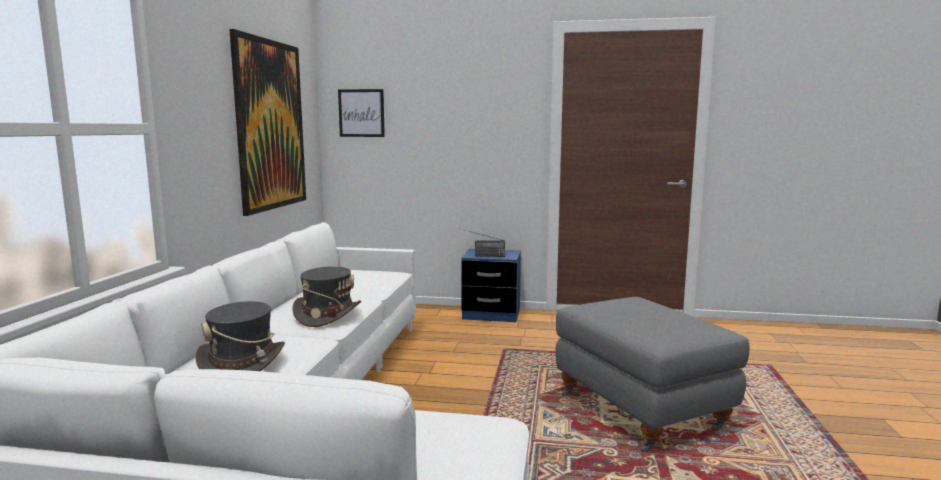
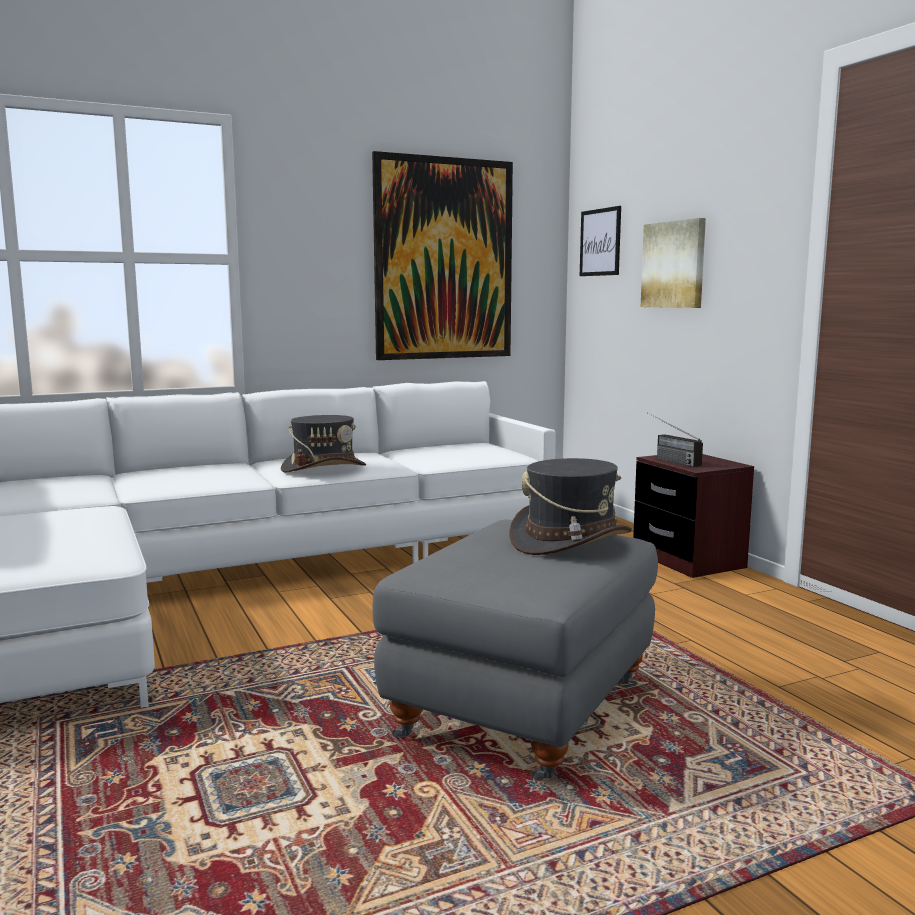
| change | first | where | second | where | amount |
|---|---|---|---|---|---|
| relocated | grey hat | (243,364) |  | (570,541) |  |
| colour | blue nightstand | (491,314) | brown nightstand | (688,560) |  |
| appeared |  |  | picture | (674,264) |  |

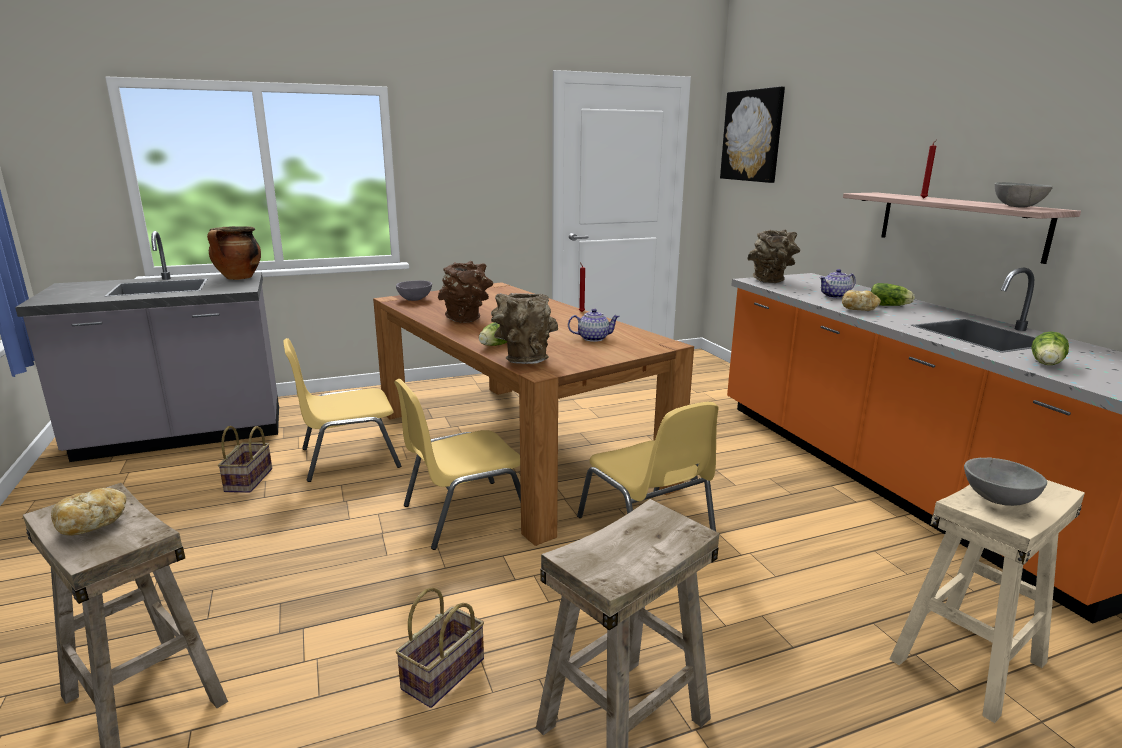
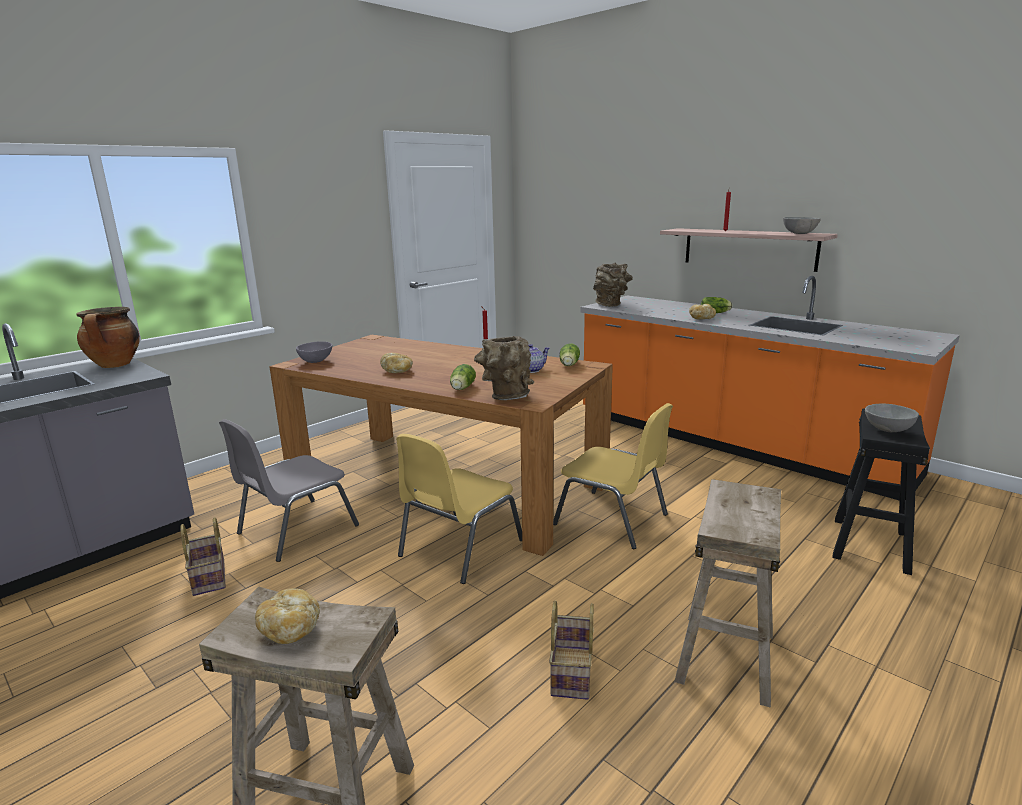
| change | first | where | second | where | amount |
|---|---|---|---|---|---|
| colour | yellow chair | (348,458) | grey chair | (295,530) |  |
| exchanged | brown vase | (467,319) | bread | (397,371) |  |
| relocated | lettuce | (1046,364) |  | (569,365) |  |
| colour | beige stool | (969,661) | black stool | (871,544) |  |
| missing | picture | (752,136) |  |  |  |
| missing | teapot | (835,296) |  |  |  |

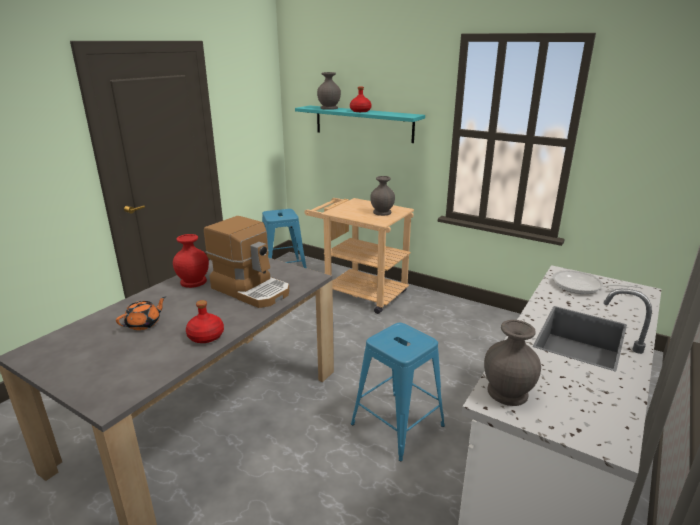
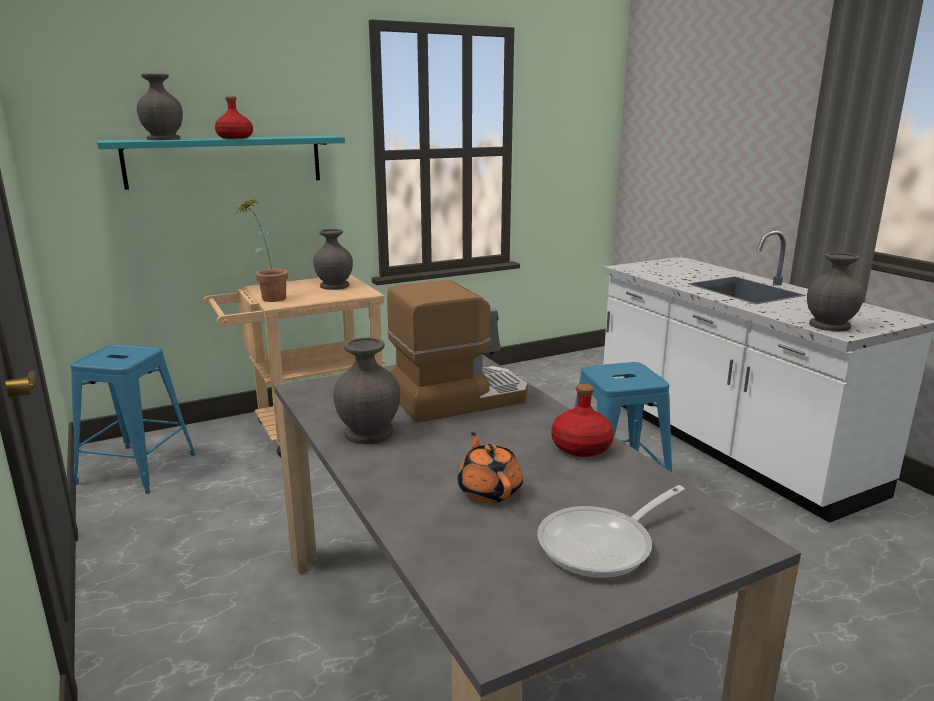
| change | first | where | second | where | amount |
|---|---|---|---|---|---|
| appeared |  |  | potted plant | (268,297) |  |
| colour | red vase | (193,282) | grey vase | (368,433) |  |
| relocated | frying pan | (582,286) |  | (603,545) |  |

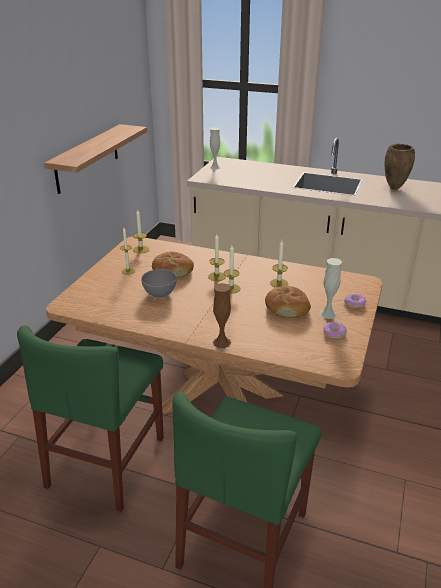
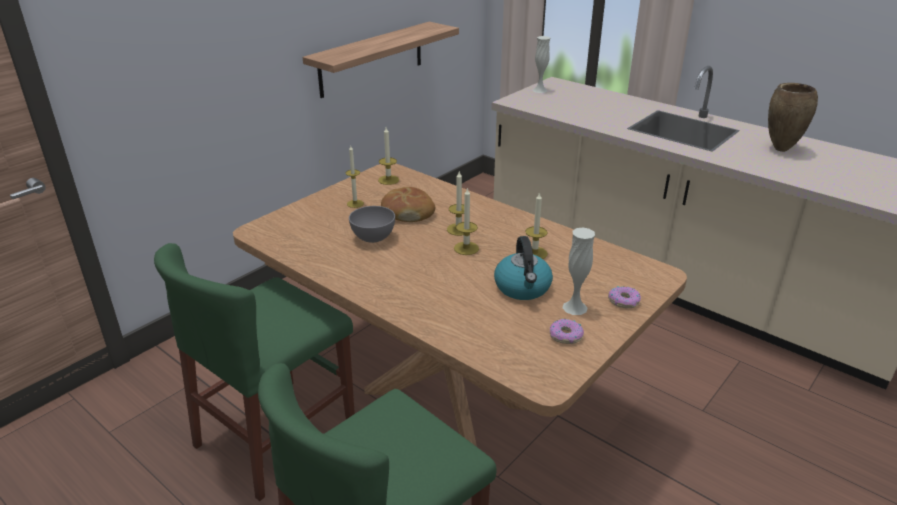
| change | first | where | second | where | amount |
|---|---|---|---|---|---|
| exchanged | bread | (287,308) | kettle | (523,288) |  |
| missing | brown vase | (221,342) |  |  |  |

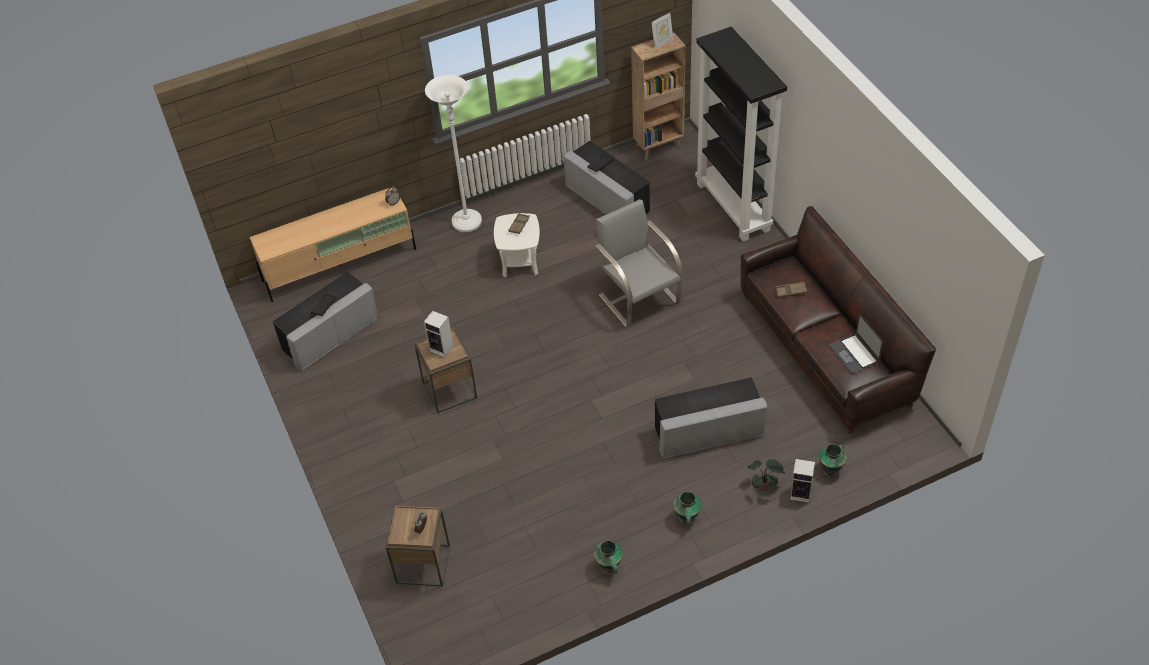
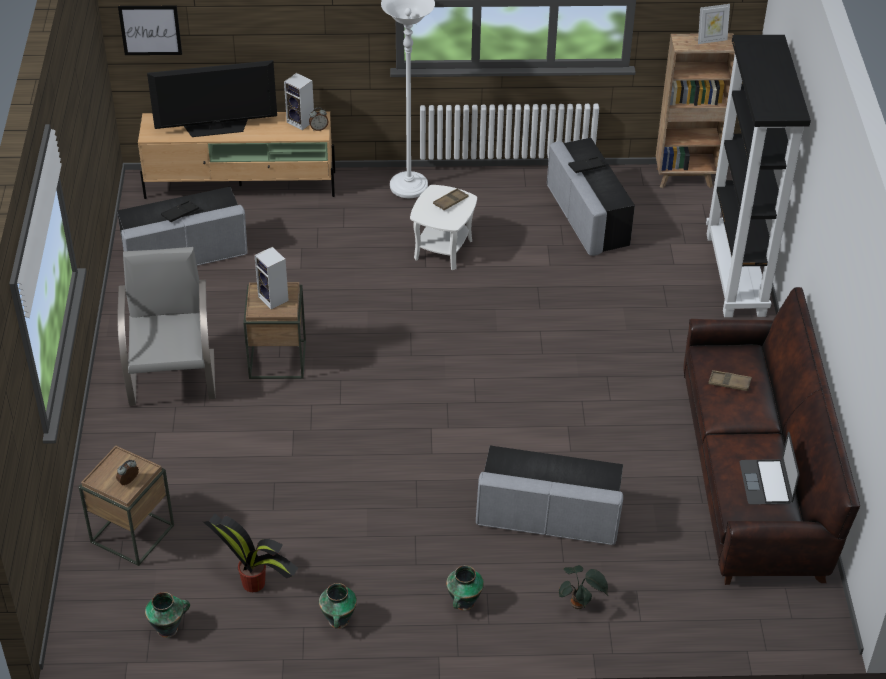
| change | first | where | second | where | amount |
|---|---|---|---|---|---|
| relocated | grey armchair | (638,298) |  | (172,376) |  |
| appeared |  |  | picture | (150,30) |  |
| relocated | vase | (831,469) |  | (168,628) |  |
| appeared |  |  | television | (216,128) |  |
| appeared |  |  | potted plant | (254,584) |  |
| relocated | speaker | (801,493) |  | (301,122) |  |

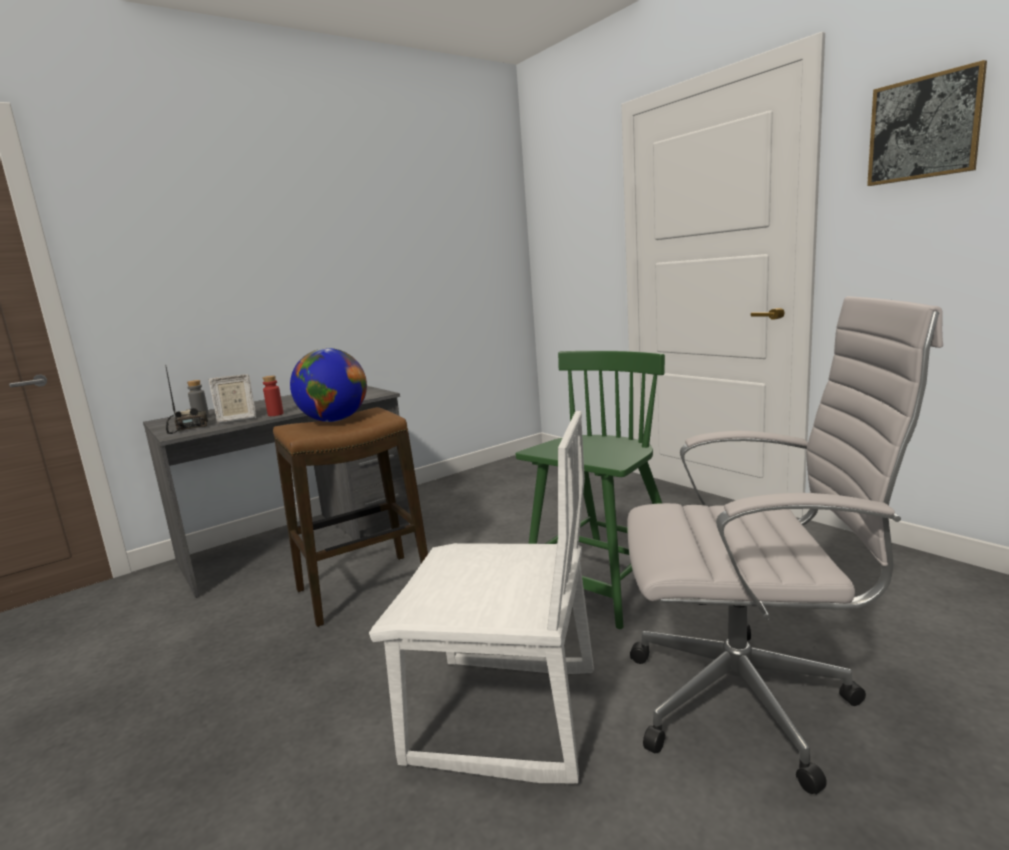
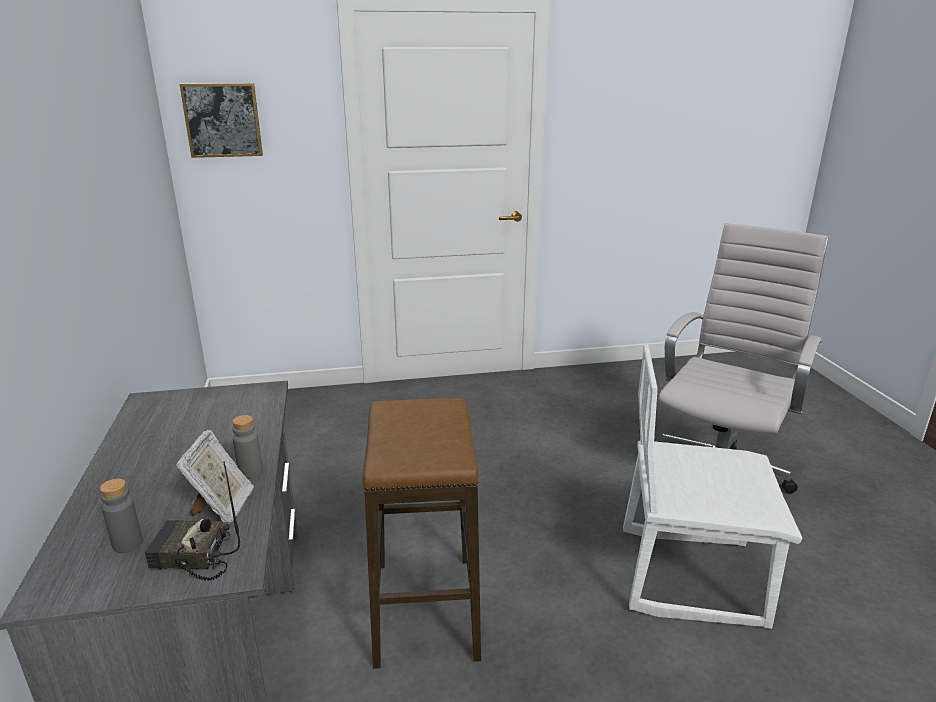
| change | first | where | second | where | amount |
|---|---|---|---|---|---|
| relocated | picture | (923,128) |  | (222,120) |  |
| colour | red bottle | (275,414) | grey bottle | (250,472) |  |
| spun | white chair | (503,717) |  | (690,574) | 120 degrees counterclockwise |
| missing | globe | (334,420) |  |  |  |
| missing | green chair | (604,582) |  |  |  |

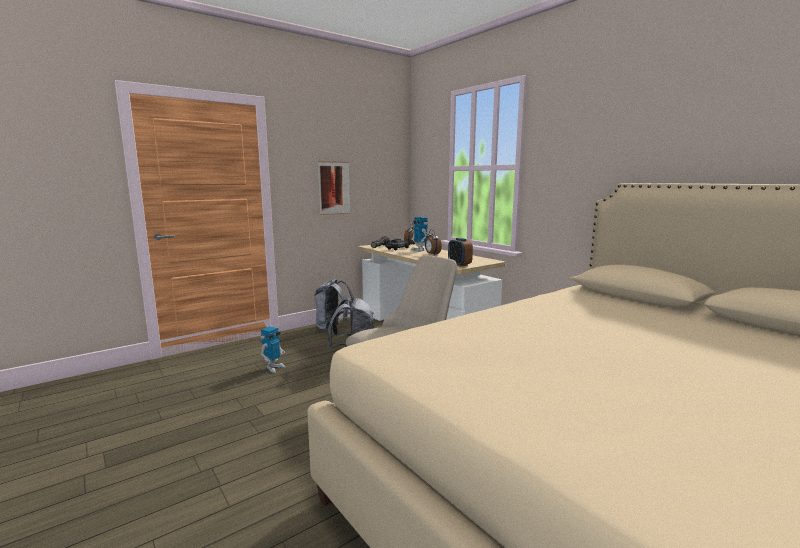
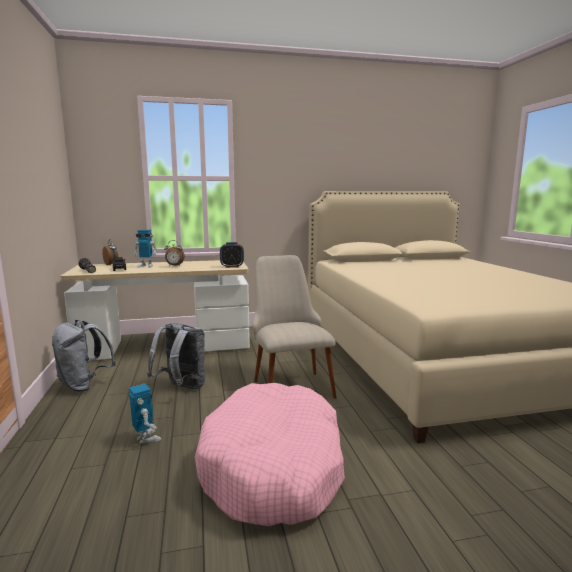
| change | first | where | second | where | amount |
|---|---|---|---|---|---|
| appeared |  |  | pink dog bed | (273,467) |  |
| missing | picture | (334,188) |  |  |  |

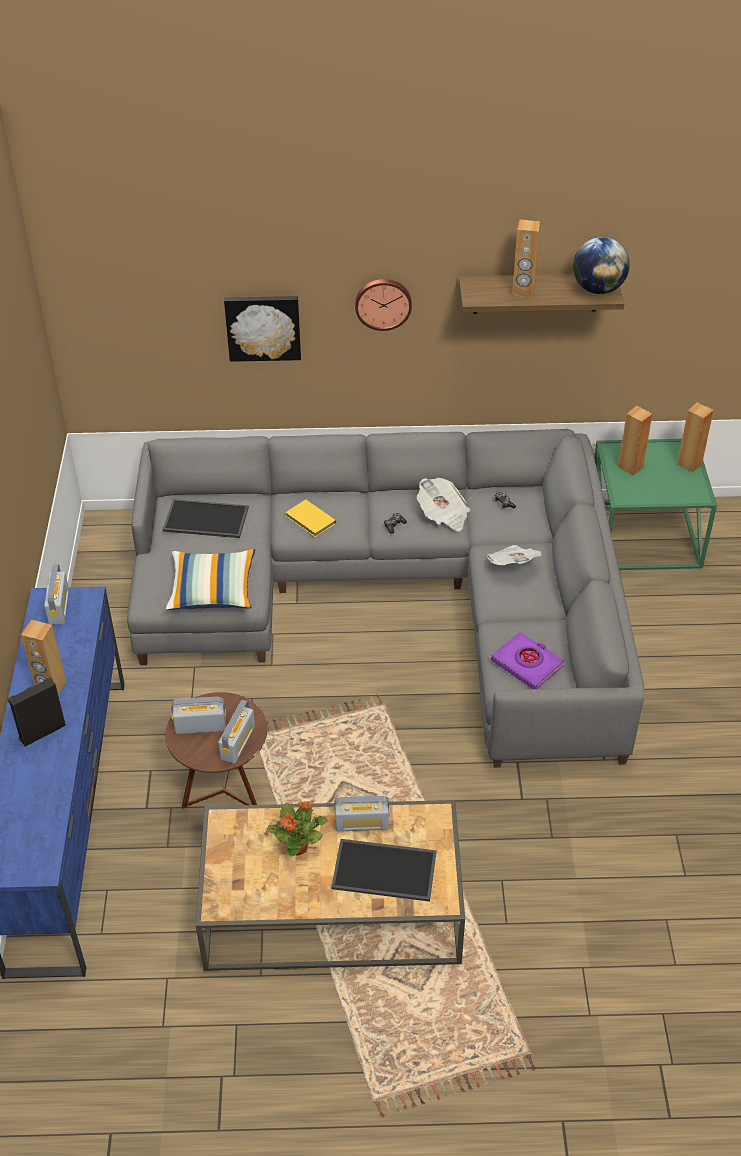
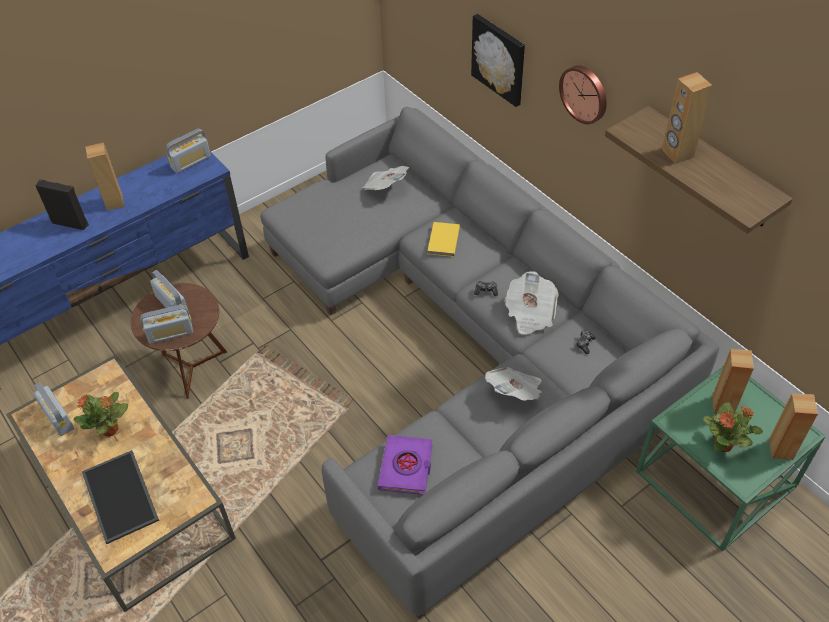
| change | first | where | second | where | amount |
|---|---|---|---|---|---|
| relocated | radio | (362,824) |  | (58,418) |  |
| exchanged | tray | (204,520) | newspaper | (385,187) |  |
| appeared |  |  | potted plant | (723,444) |  |
| missing | pillow | (212,590) |  |  |  |
| missing | globe | (598,289) |  |  |  |

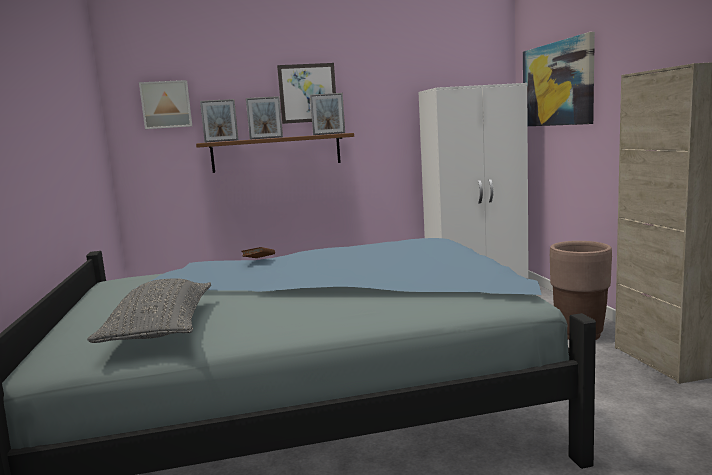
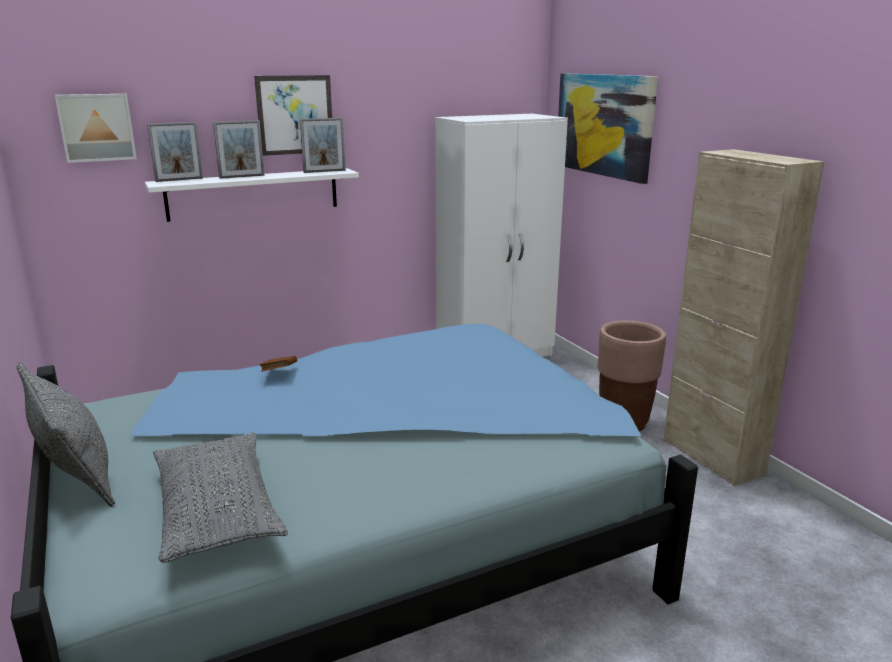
| change | first | where | second | where | amount |
|---|---|---|---|---|---|
| appeared |  |  | grey pillow | (74,471) |  |
| colour | brown shelf | (276,152) | white shelf | (253,194) |  |

